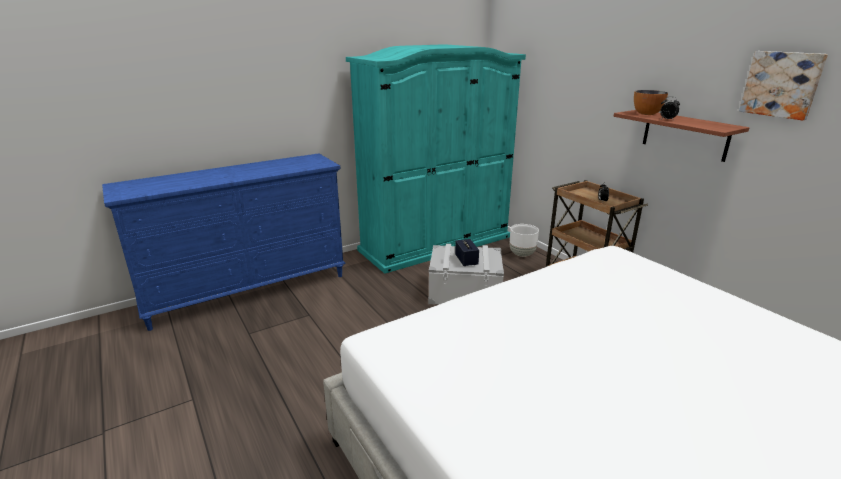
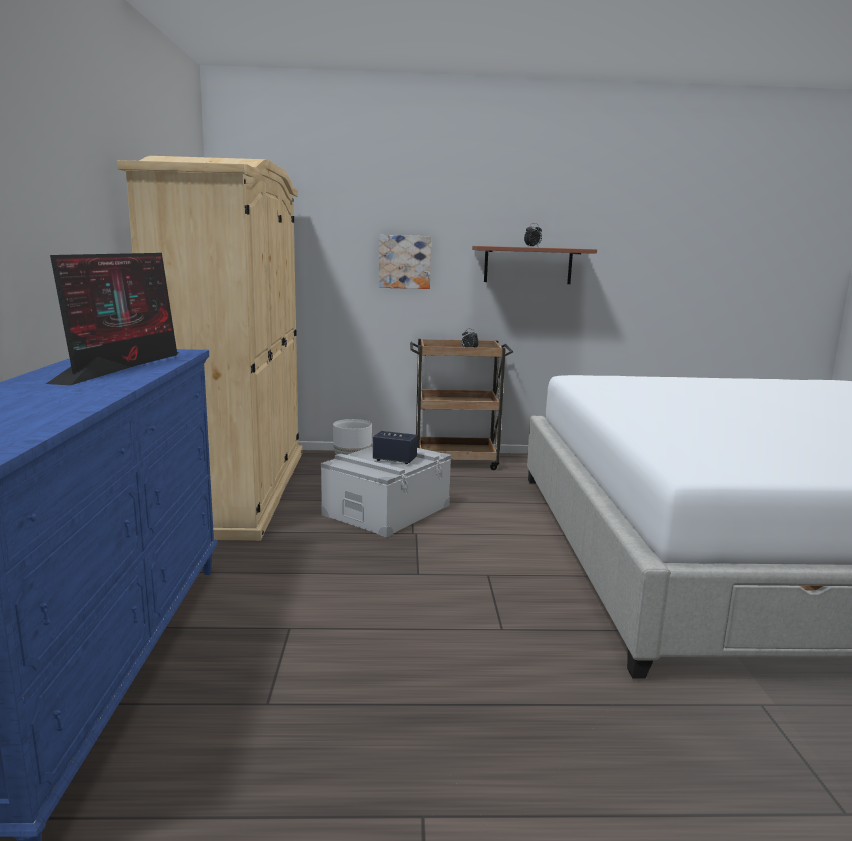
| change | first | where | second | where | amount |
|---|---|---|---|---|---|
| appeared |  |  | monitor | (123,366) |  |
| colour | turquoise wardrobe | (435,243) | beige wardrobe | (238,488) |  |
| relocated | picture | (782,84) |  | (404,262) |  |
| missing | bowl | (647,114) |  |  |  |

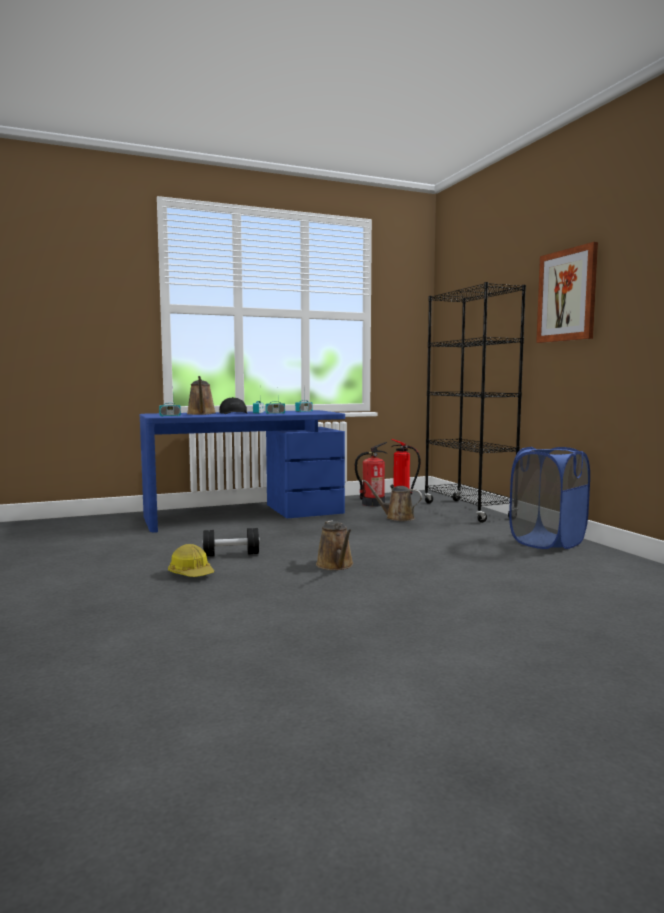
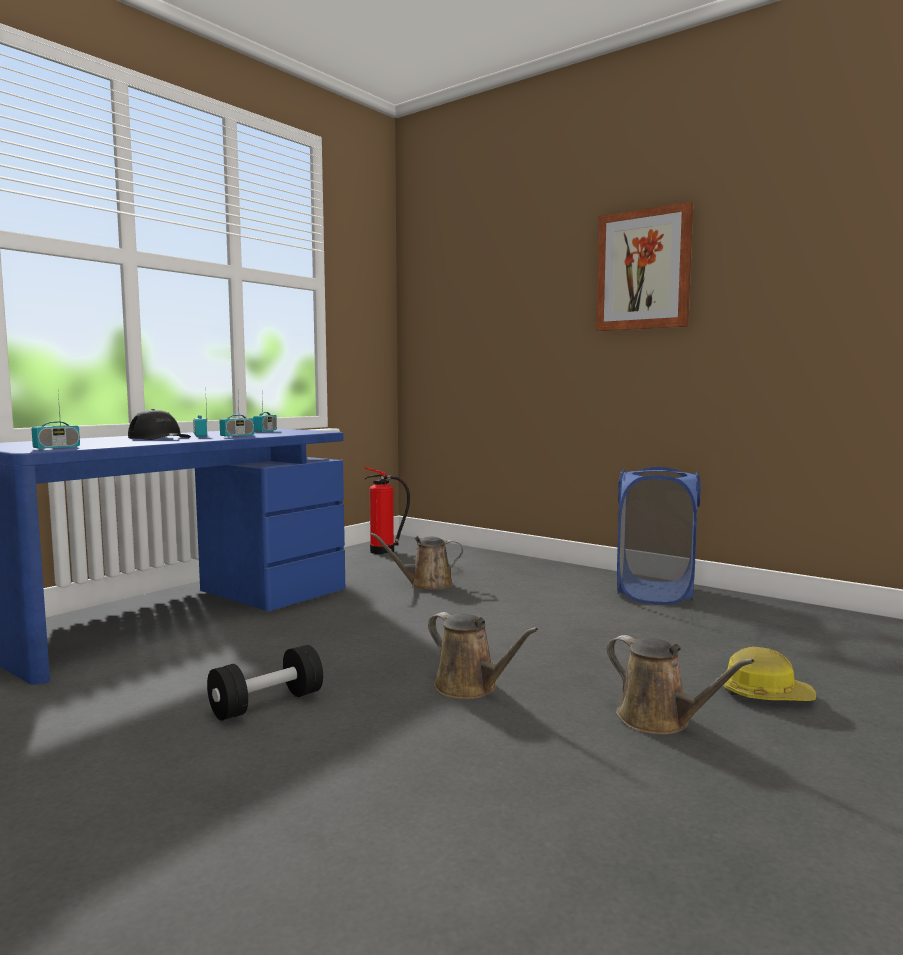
| change | first | where | second | where | amount |
|---|---|---|---|---|---|
| relocated | brown watering can | (201,414) |  | (659,721) |  |
| relocated | hard hat | (191,573) |  | (764,695) |  |
| missing | fire extinguisher | (372,504) |  |  |  |
| missing | black bookcase | (468,511) |  |  |  |

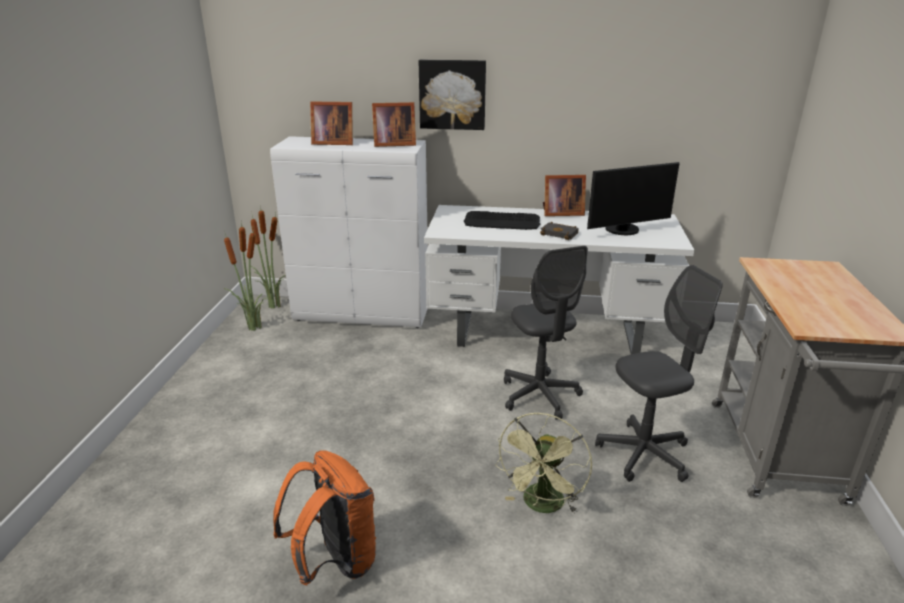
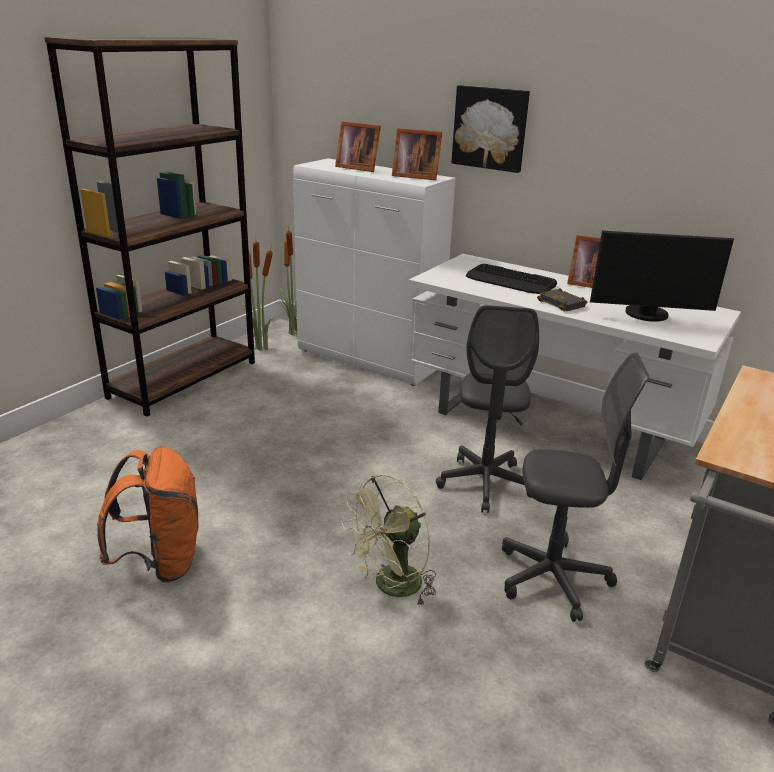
| change | first | where | second | where | amount |
|---|---|---|---|---|---|
| appeared |  |  | brown bookcase | (184,379) |  |

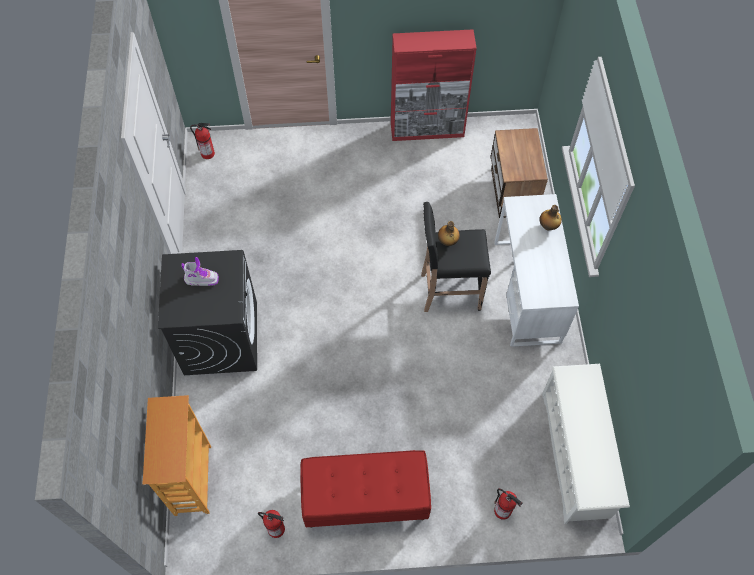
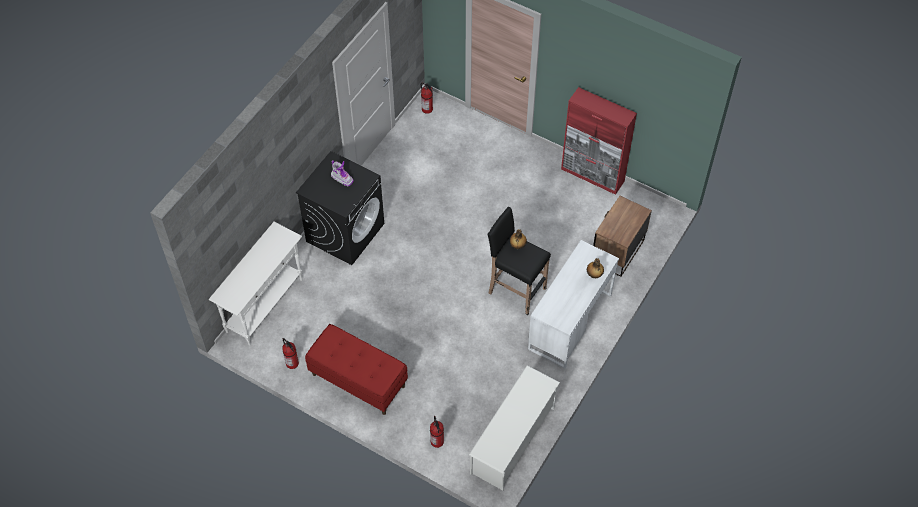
| change | first | where | second | where | amount |
|---|---|---|---|---|---|
| exchanged | bookcase | (192,480) | white console table | (265,305) |  |

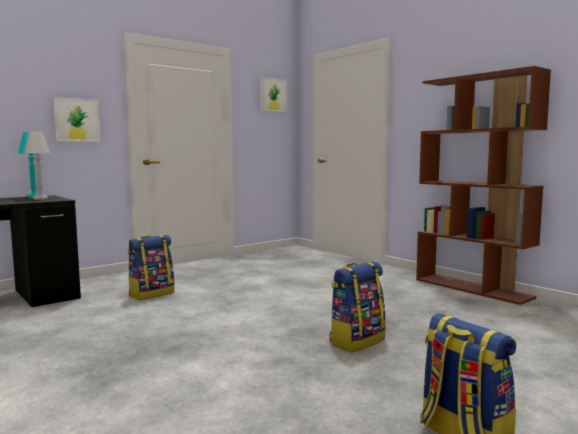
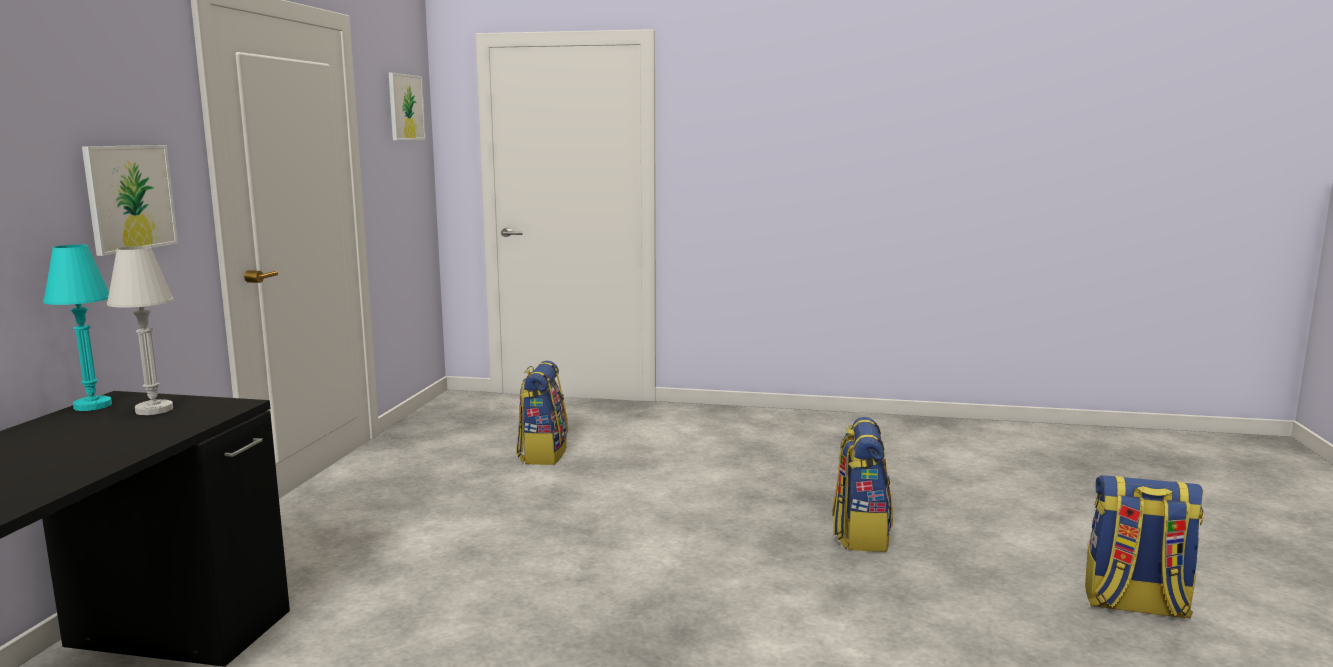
| change | first | where | second | where | amount |
|---|---|---|---|---|---|
| relocated | backpack | (151,294) |  | (542,454) |  |
| missing | brown bookcase | (473,288) |  |  |  |

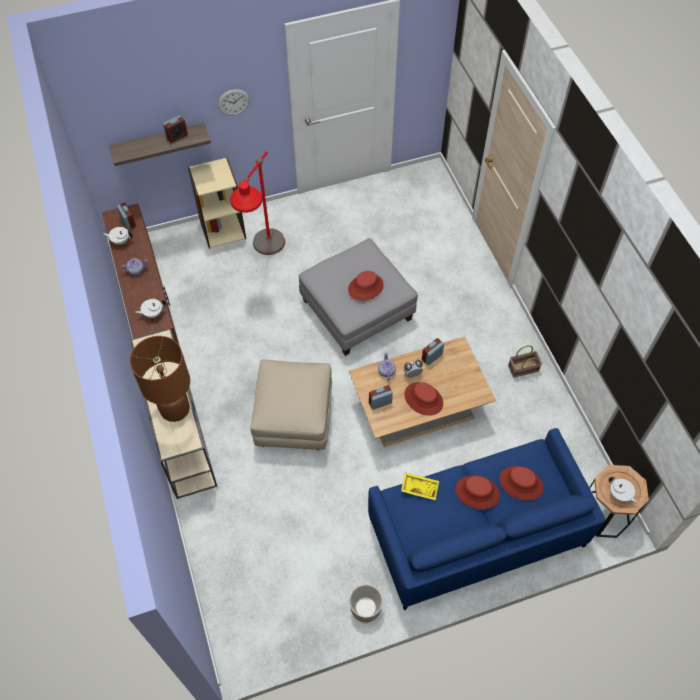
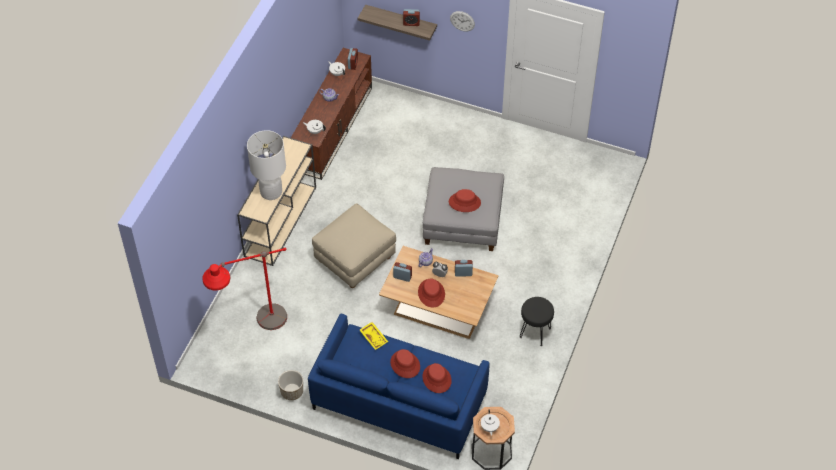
| change | first | where | second | where | amount |
|---|---|---|---|---|---|
| relocated | red floor lamp | (265,260) |  | (255,329) |  |
| colour | brown table lamp | (175,409) | white table lamp | (271,192) |  |
| exchanged | basket | (522,369) | black stool | (534,333) |  |
| missing | beige bookcase | (222,229) |  |  |  |

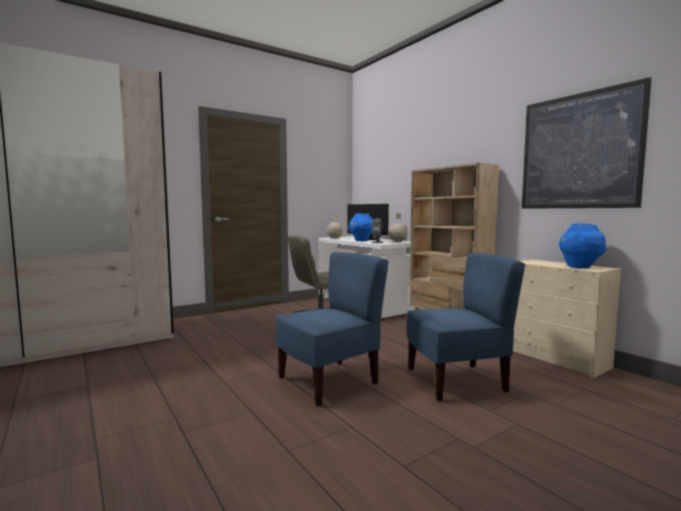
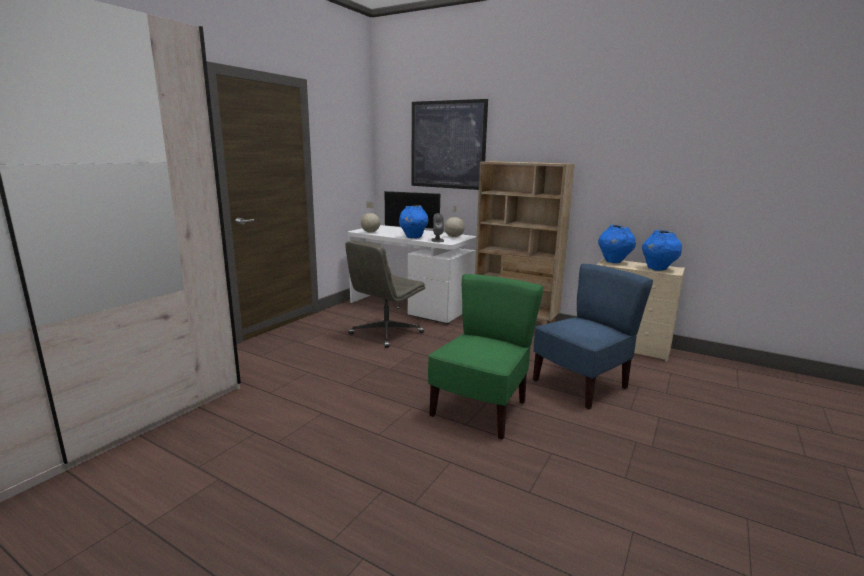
| change | first | where | second | where | amount |
|---|---|---|---|---|---|
| relocated | picture | (578,151) |  | (447,145) |  |
| colour | blue chair | (329,381) | green chair | (480,410) |  |
| appeared |  |  | blue vase | (614,261) |  |

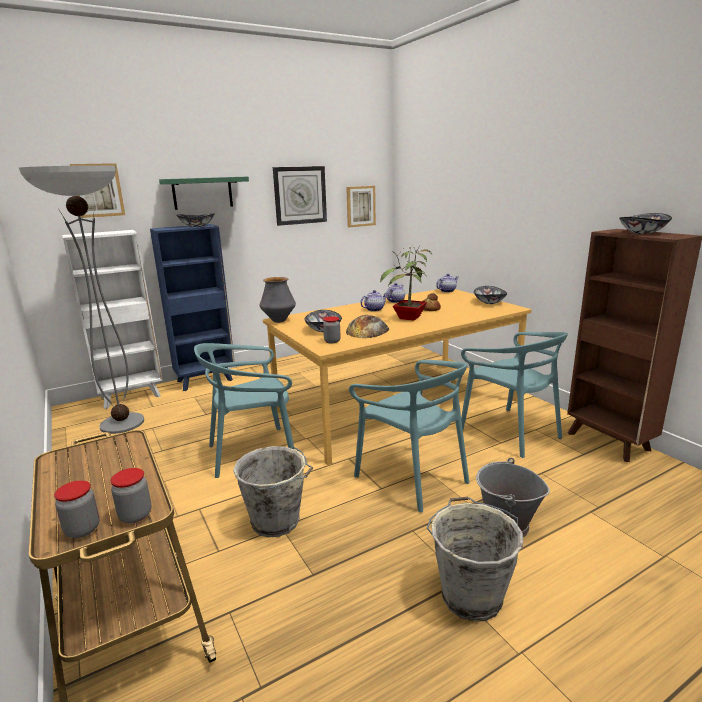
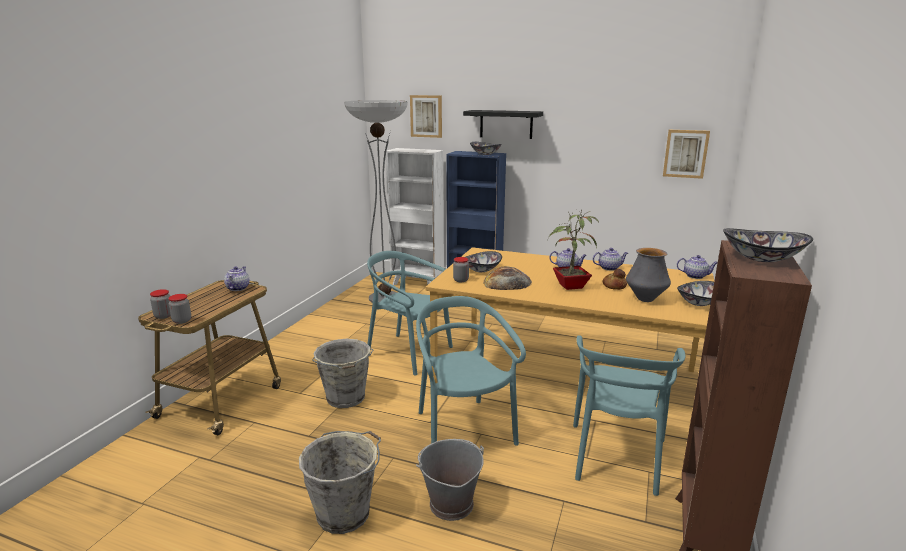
| change | first | where | second | where | amount |
|---|---|---|---|---|---|
| appeared |  |  | teapot | (238,288) |  |
| spun | turquoise chair | (412,477) |  | (463,430) | 150 degrees clockwise |
| colour | green shelf | (202,193) | black shelf | (506,124) |  |
| relocated | vase | (279,321) |  | (645,299) |  |
| missing | wall clock | (300,195) |  |  |  |

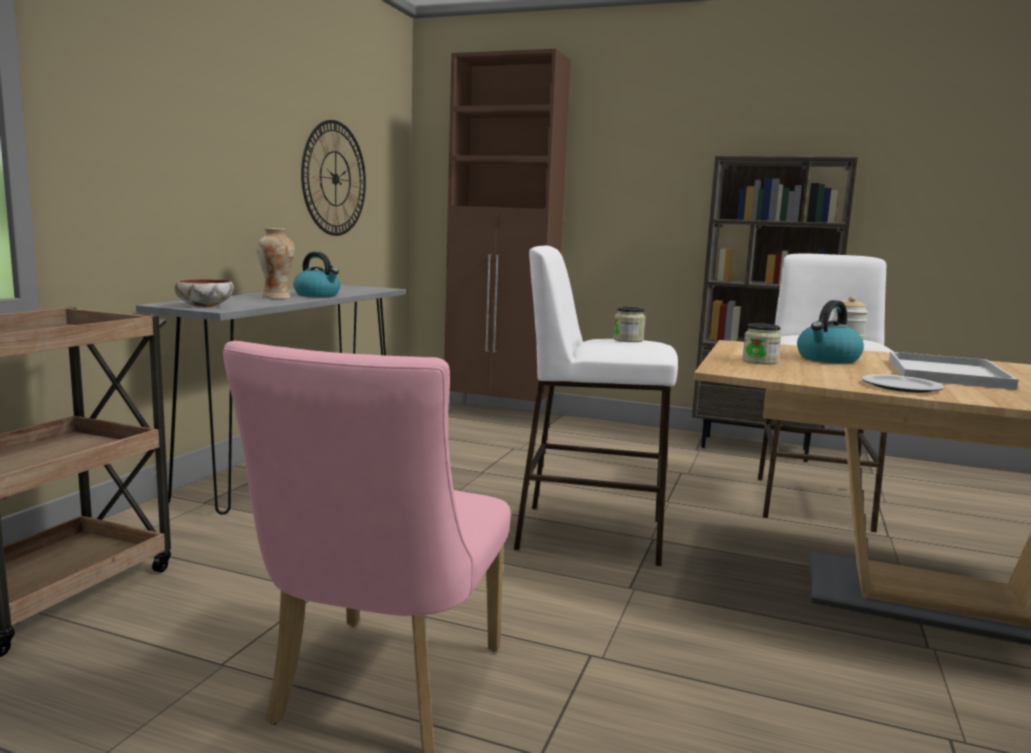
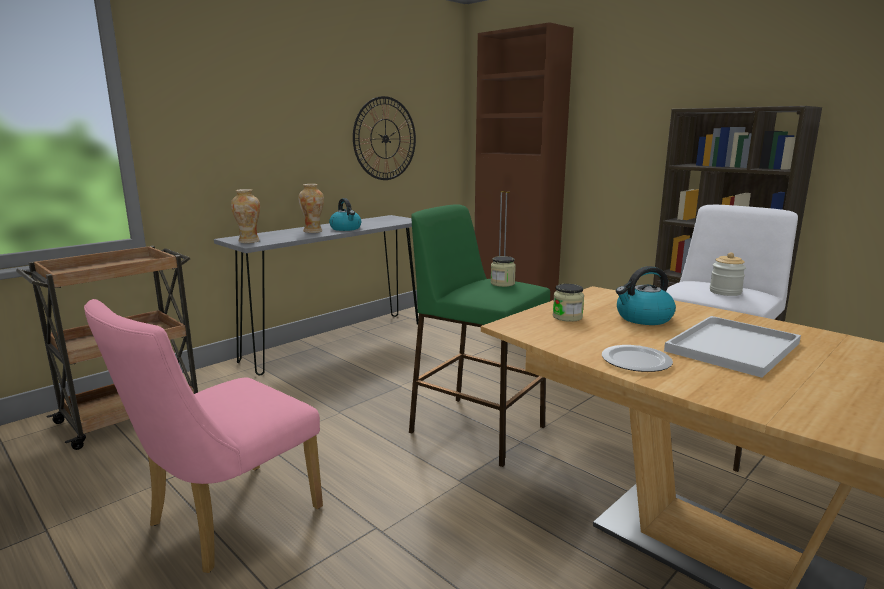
| change | first | where | second | where | amount |
|---|---|---|---|---|---|
| exchanged | bowl | (206,306) | vase | (249,241) |  |
| colour | white stool | (589,534) | green stool | (476,429) |  |

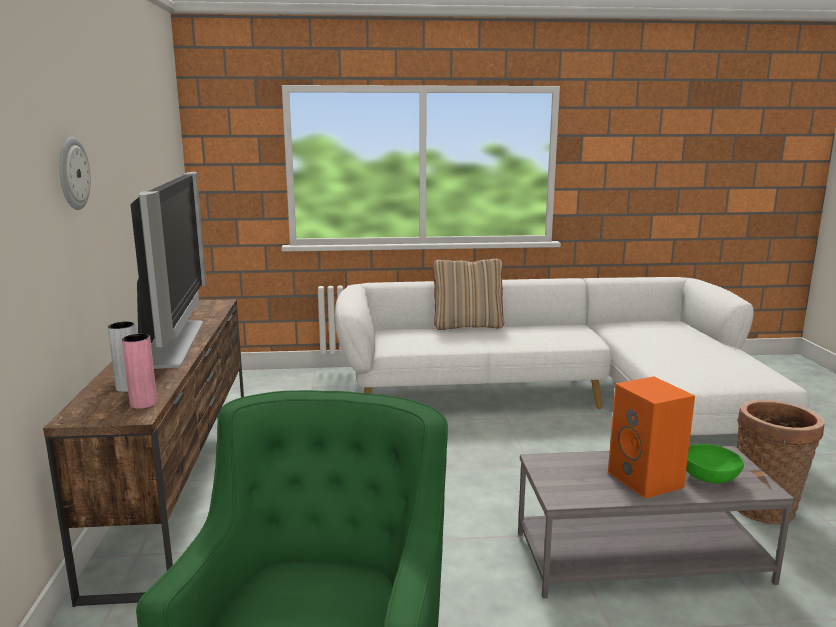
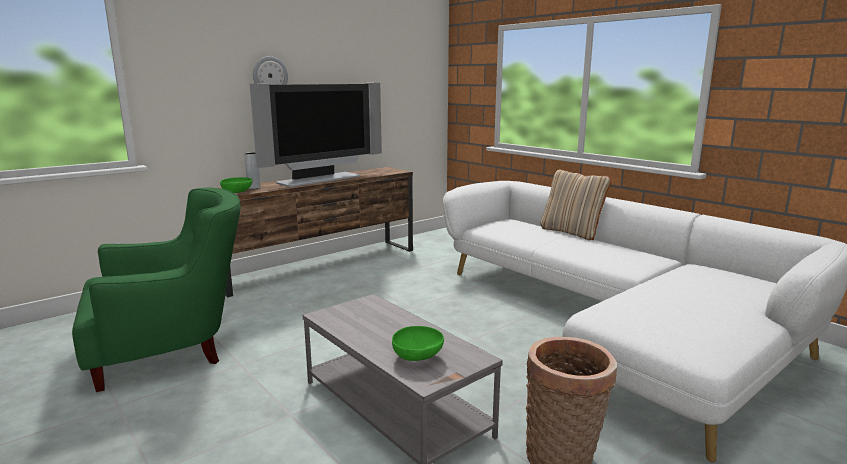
| change | first | where | second | where | amount |
|---|---|---|---|---|---|
| exchanged | pink vase | (143,403) | green bowl | (237,193) |  |
| missing | orange speaker | (647,480) |  |  |  |

